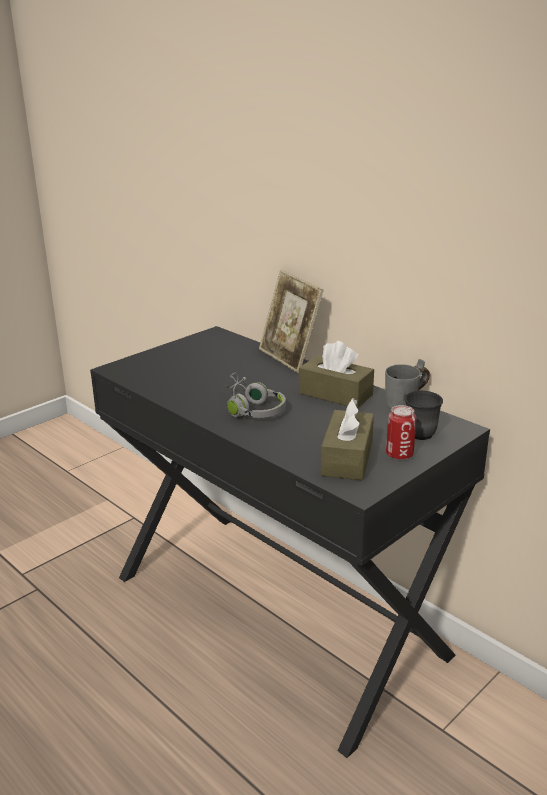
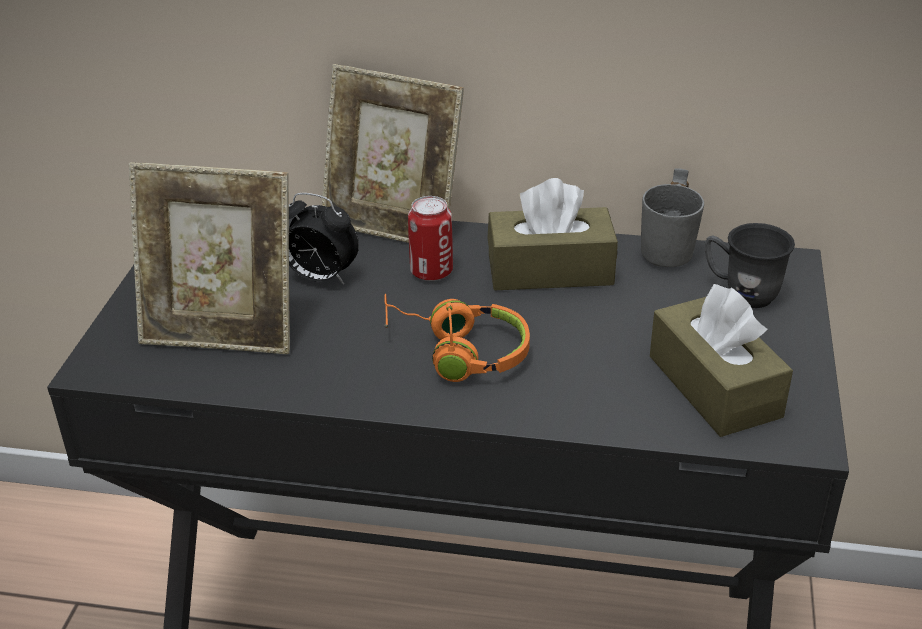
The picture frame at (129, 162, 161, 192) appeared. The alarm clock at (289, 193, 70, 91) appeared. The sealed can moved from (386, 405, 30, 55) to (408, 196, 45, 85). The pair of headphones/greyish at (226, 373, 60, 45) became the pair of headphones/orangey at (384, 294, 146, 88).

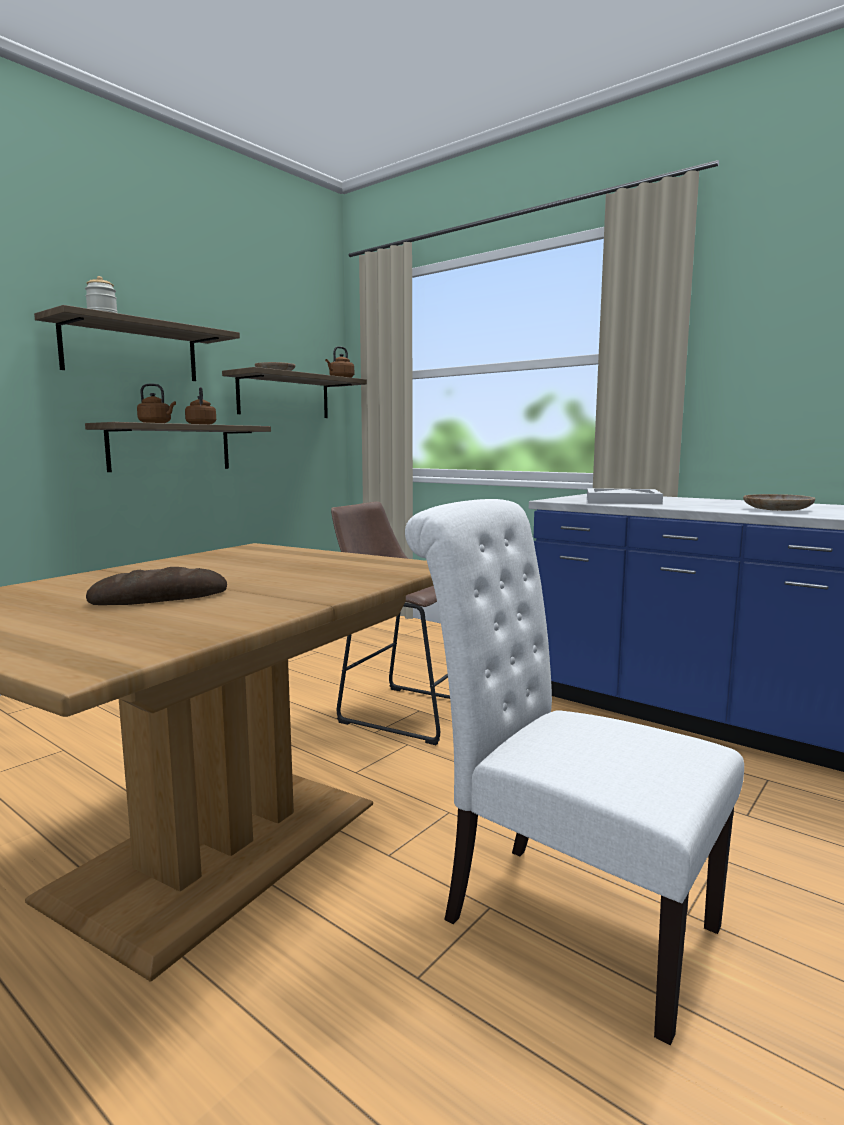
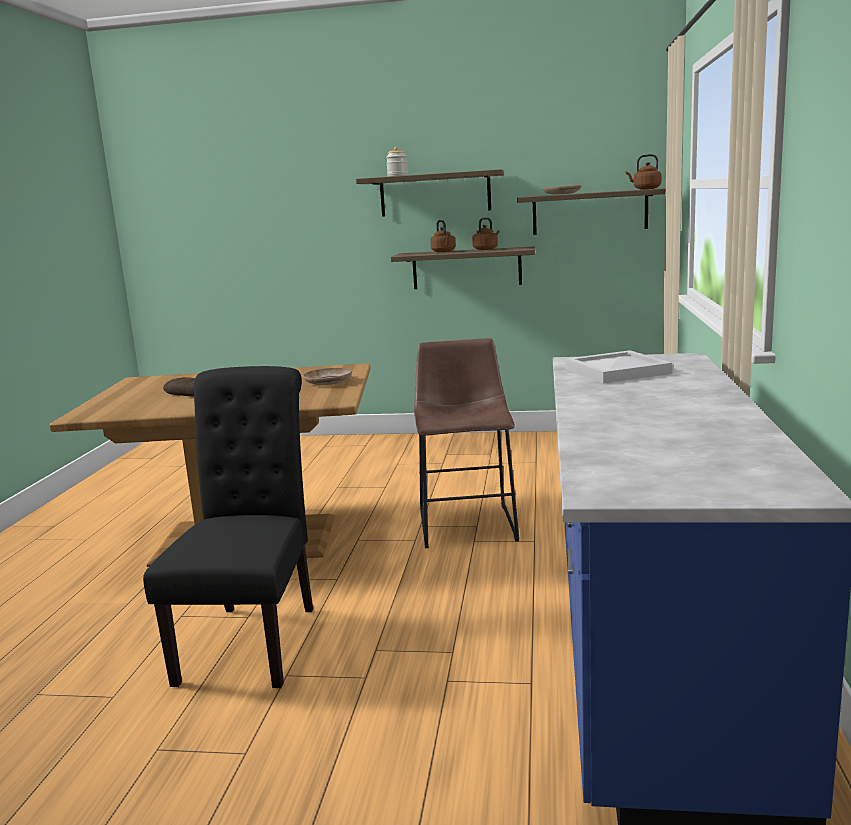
The plate/beige-coloured moved from (743, 494, 72, 17) to (303, 368, 49, 17). The upright chair/whitish at (405, 499, 339, 547) became the upright chair/blackish at (143, 366, 170, 322).

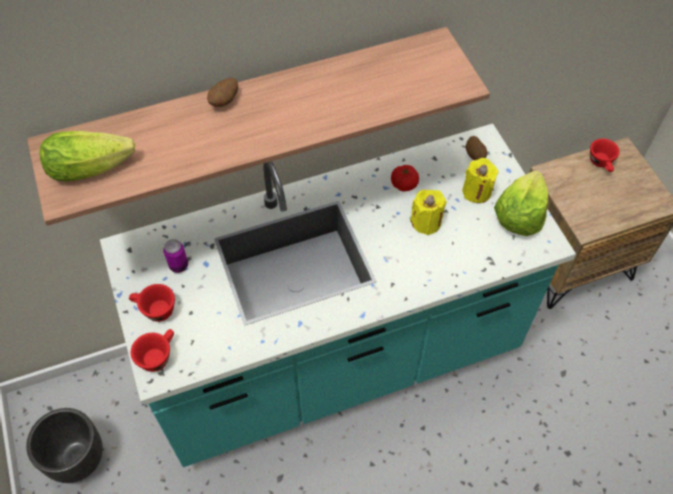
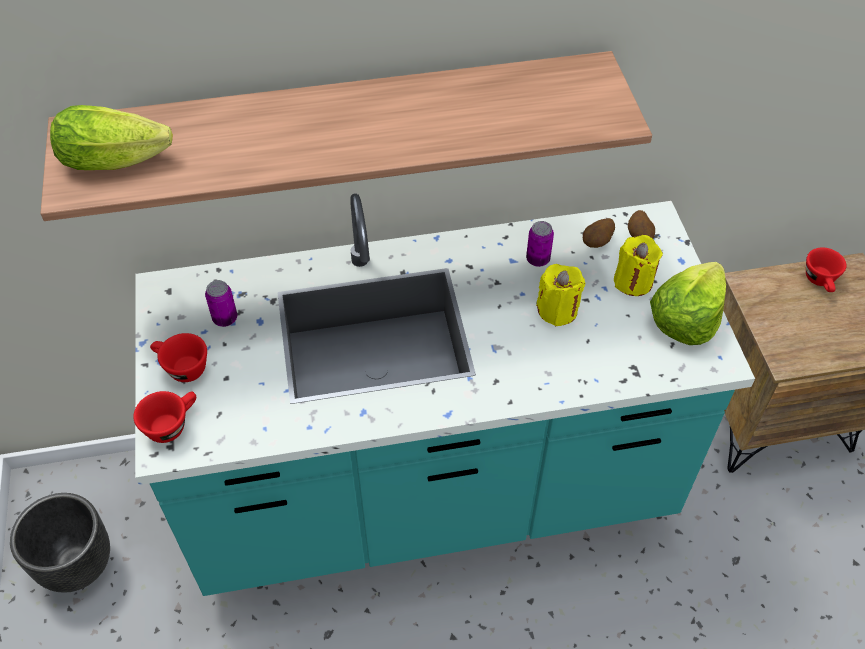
The potato moved from (207, 78, 31, 29) to (583, 218, 32, 30). The tomato at (391, 165, 28, 26) was replaced by the sealed can at (526, 221, 28, 46).

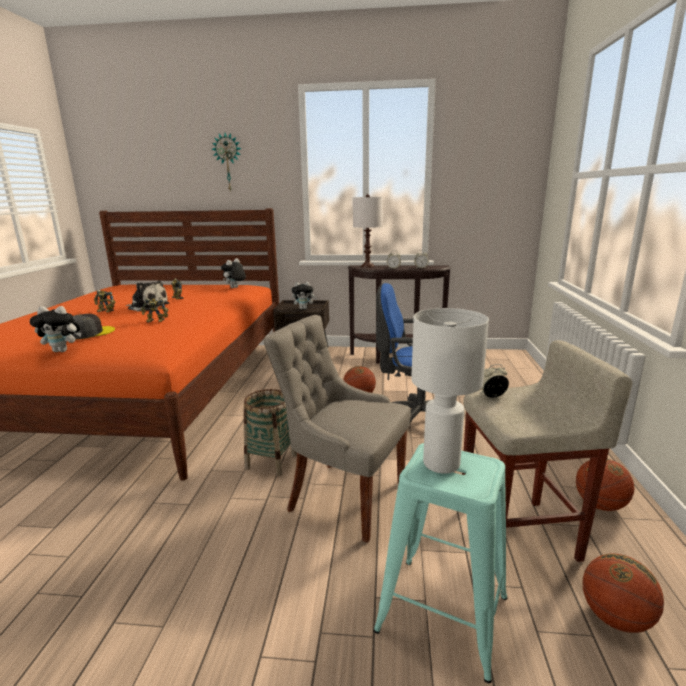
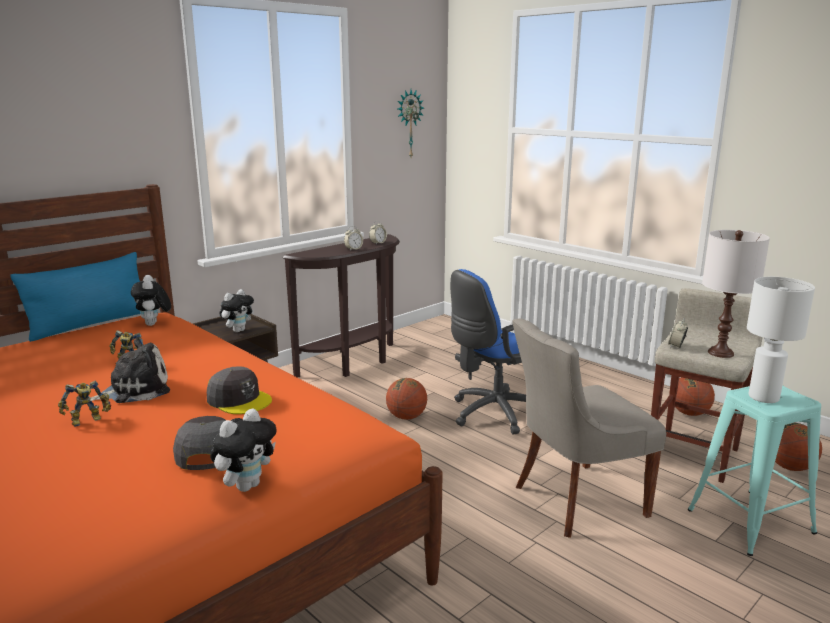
The basket at (244, 389, 53, 87) disappeared. The pillow/blue-coloured at (10, 252, 130, 90) appeared. The hanging clock moved from (211, 133, 31, 58) to (398, 90, 26, 67). The tabletop lamp/whitish moved from (353, 194, 30, 74) to (702, 230, 68, 128). The model robot at (141, 298, 27, 24) was replaced by the cap/greyish at (207, 367, 65, 47).

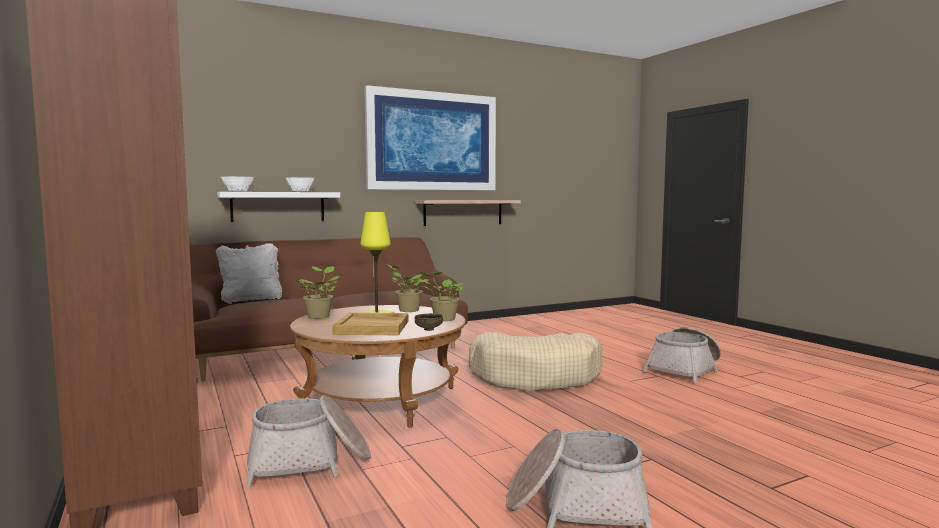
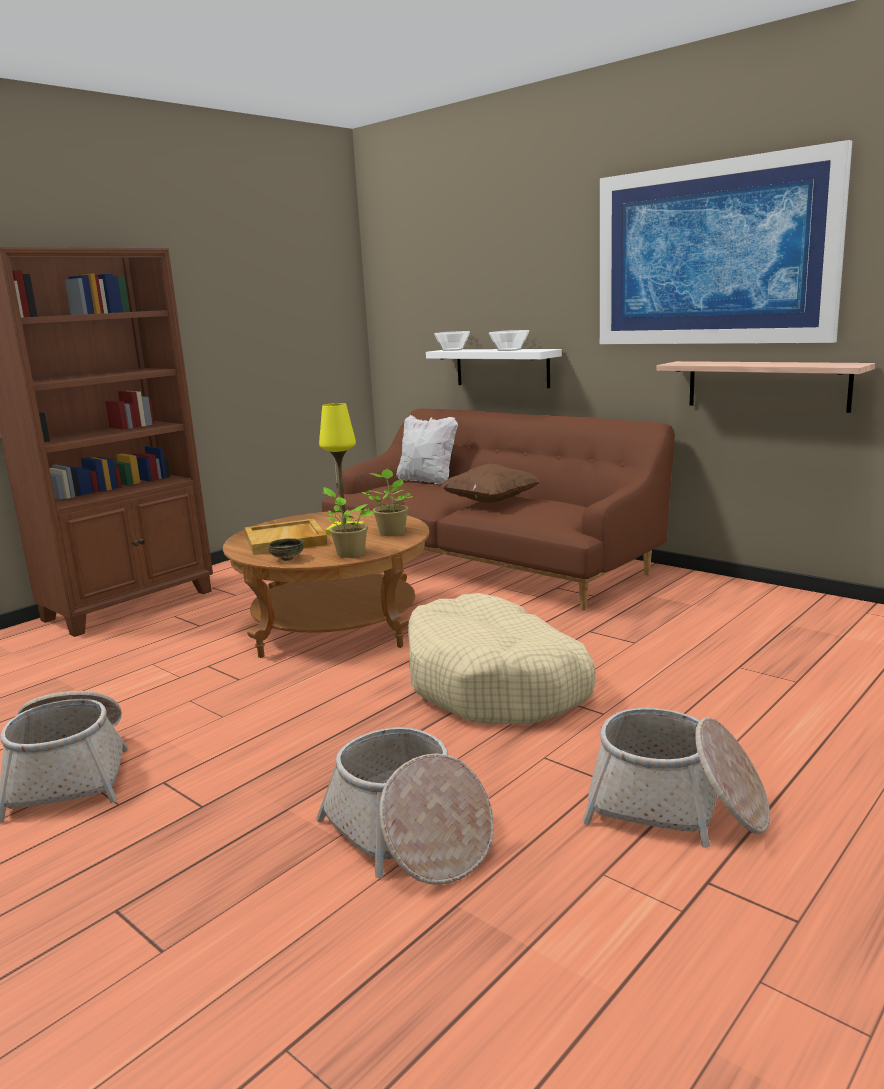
The plant in a pot at (296, 266, 44, 53) disappeared. The pillow/brown-coloured at (440, 464, 100, 39) appeared. The basket moved from (245, 395, 126, 93) to (316, 727, 178, 158).

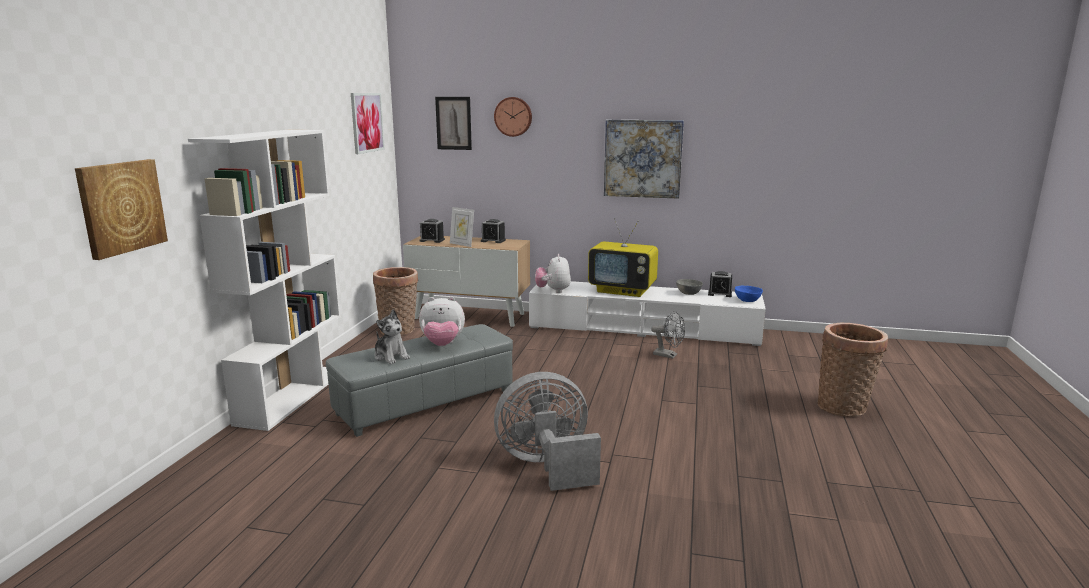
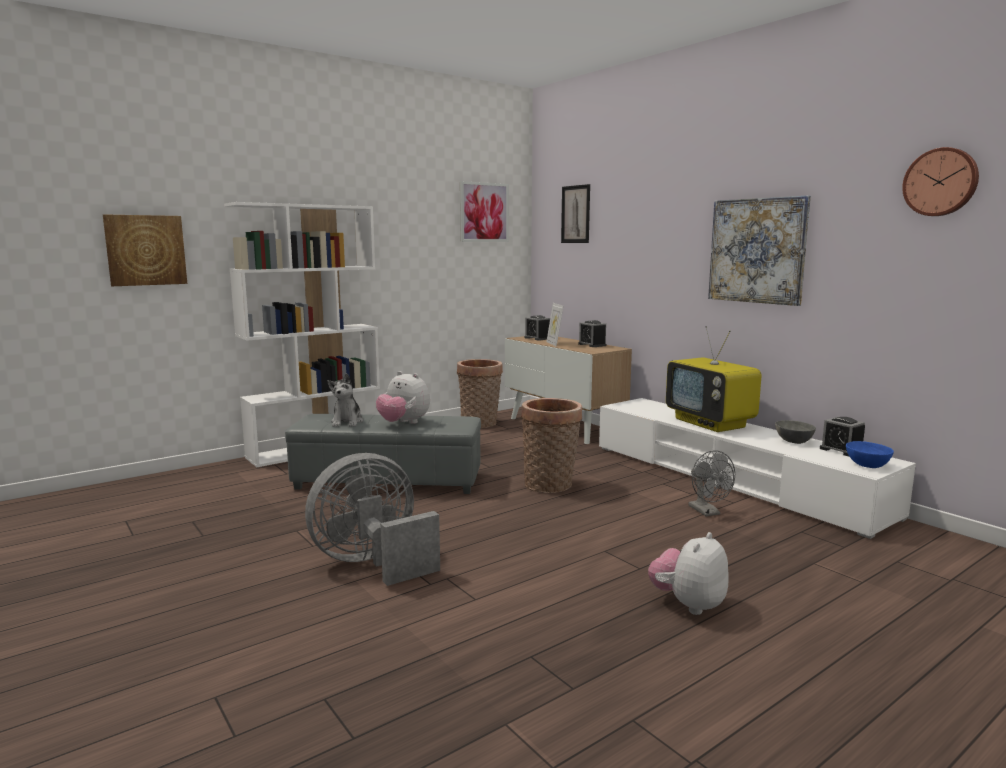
The hanging clock moved from (494, 97, 38, 40) to (902, 147, 77, 69). The plush toy moved from (535, 254, 36, 39) to (648, 532, 81, 83). The basket moved from (818, 323, 70, 94) to (521, 398, 61, 95). The fan/greyish at (494, 372, 107, 119) turned 60 degrees counterclockwise.

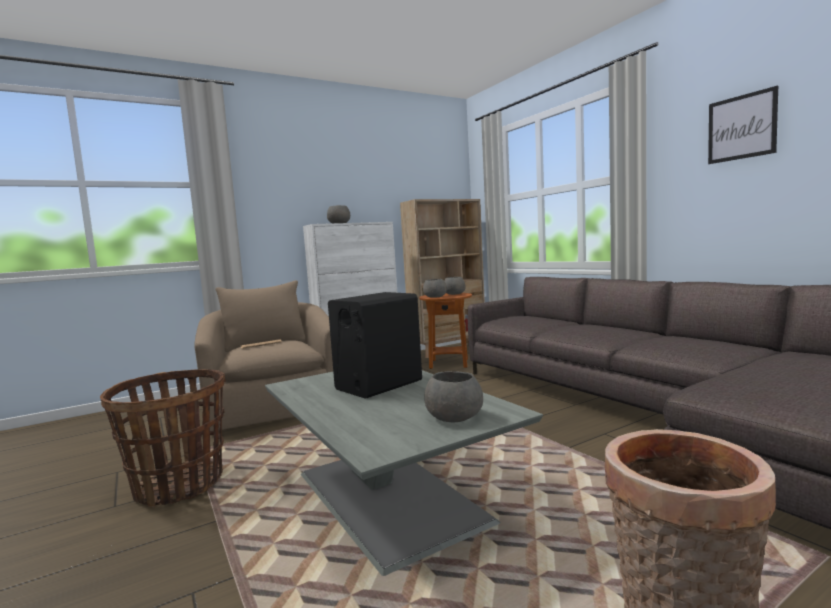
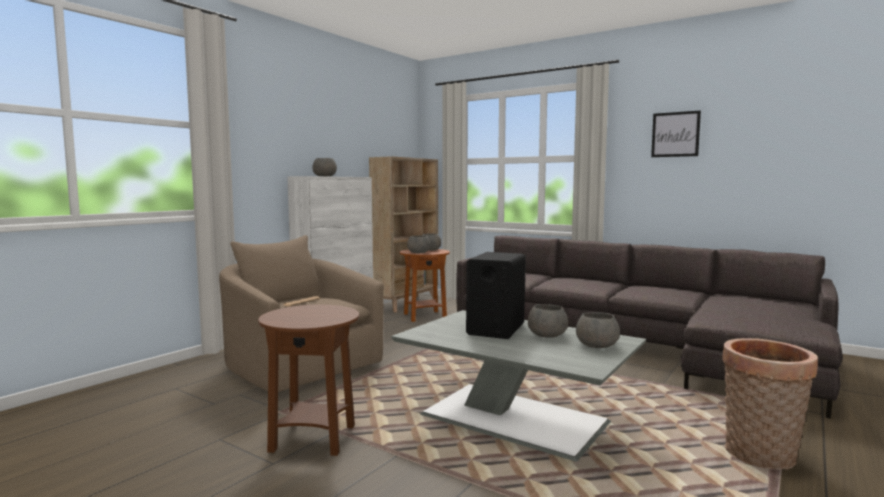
The deep dish/greyish at (528, 304, 40, 34) appeared. The basket at (100, 369, 126, 139) was replaced by the side table/brown-coloured at (258, 305, 101, 151).

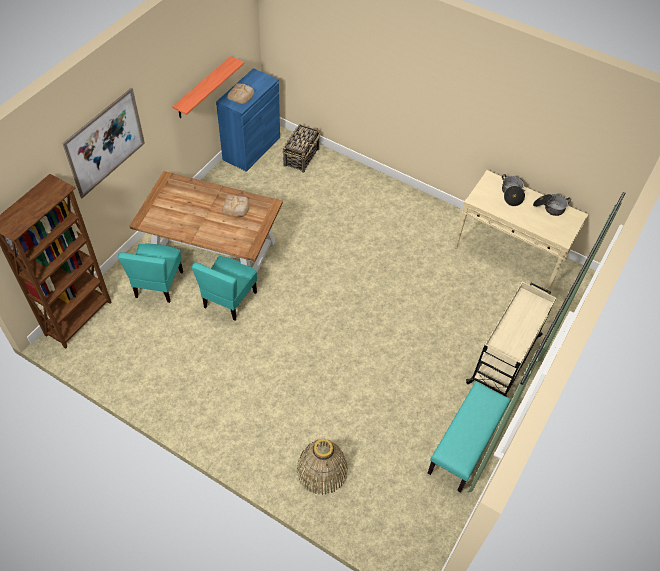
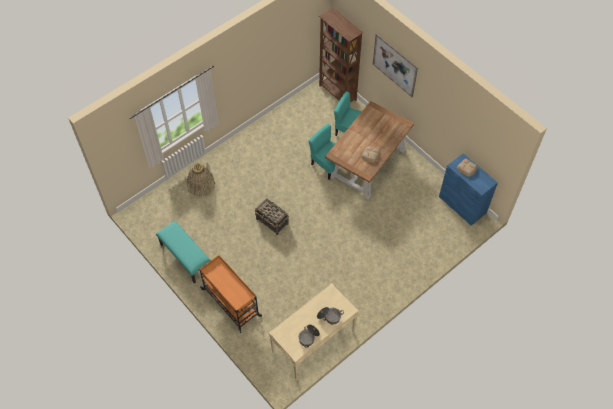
The shelf at (172, 56, 72, 62) disappeared. The basket moved from (282, 124, 38, 49) to (254, 199, 35, 36). The wheeled cart/beige-coloured at (466, 281, 90, 116) became the wheeled cart/orangey at (199, 255, 63, 78).

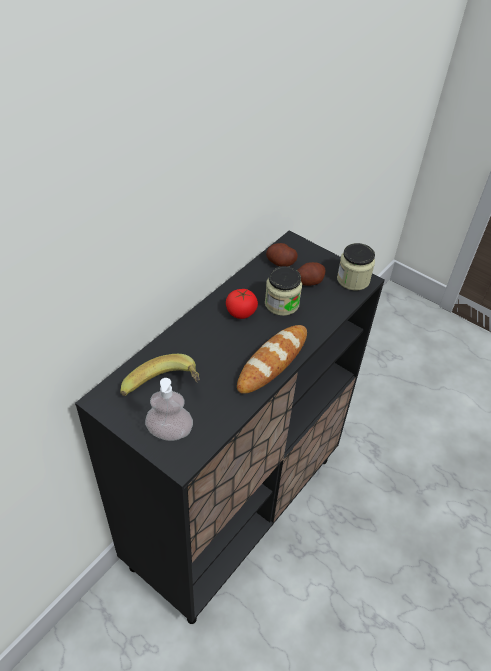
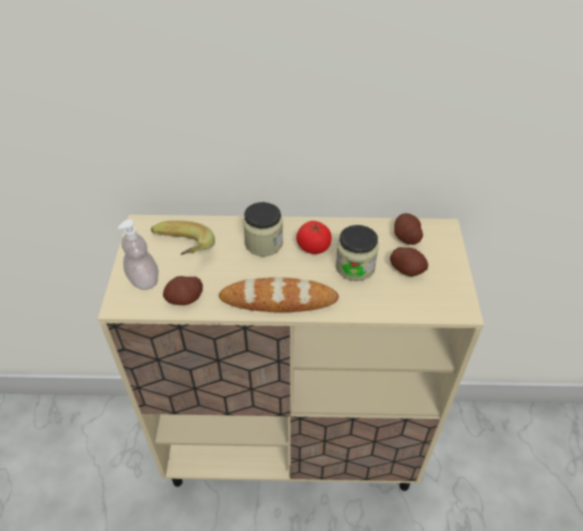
The potato at (163, 276, 40, 29) appeared. The storage jar moved from (337, 243, 38, 48) to (243, 202, 40, 54). The storage cabinet/blackish at (75, 230, 309, 394) became the storage cabinet/beige-coloured at (98, 215, 386, 276).

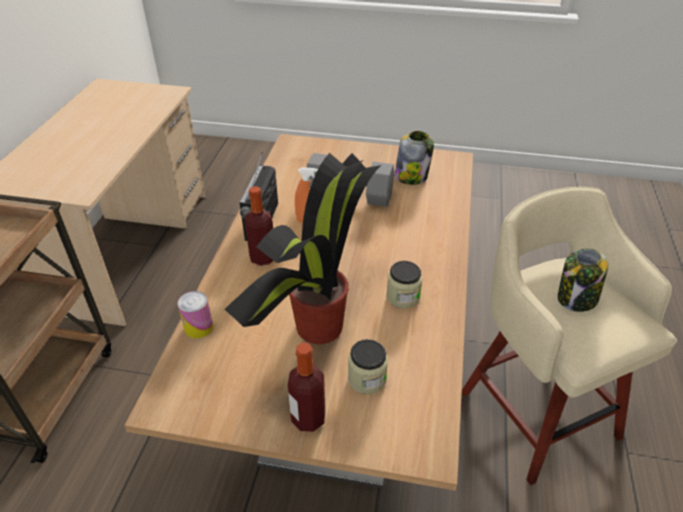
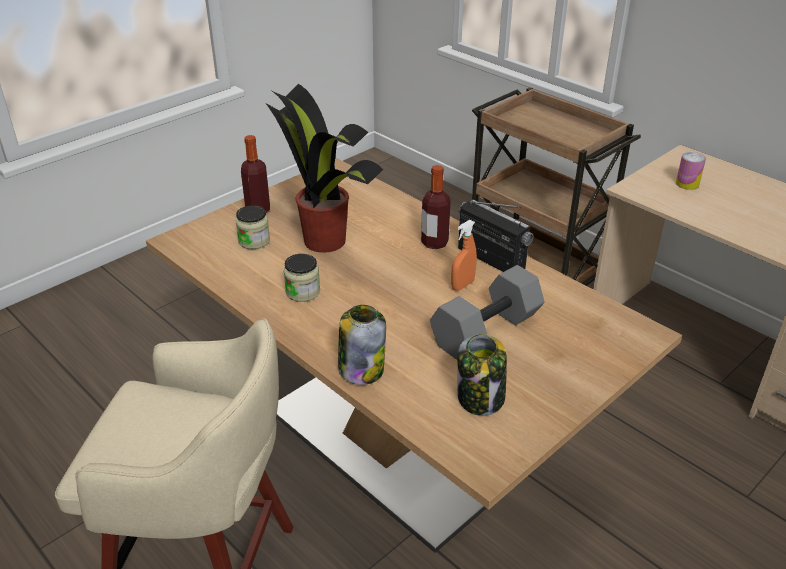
The sealed can moved from (178, 291, 35, 48) to (676, 152, 30, 38). The storage jar moved from (558, 248, 50, 64) to (338, 305, 48, 80).

